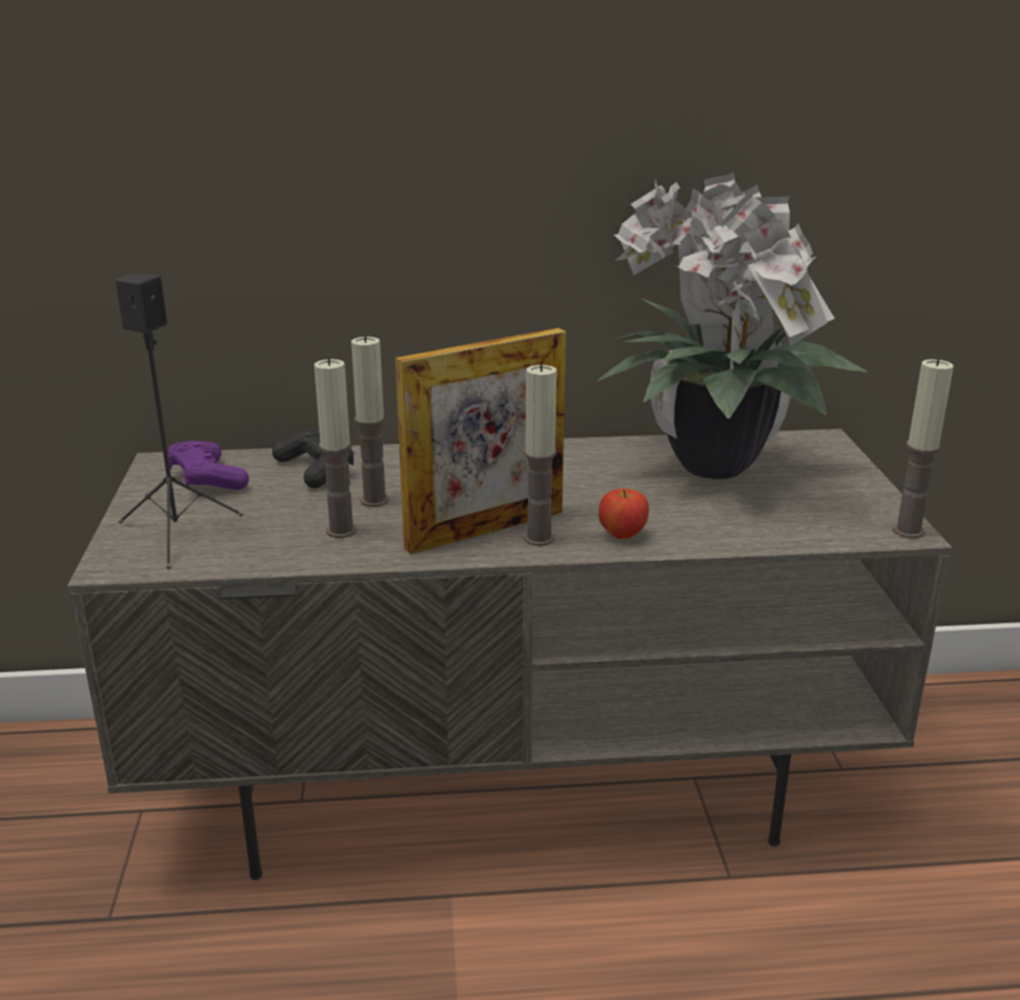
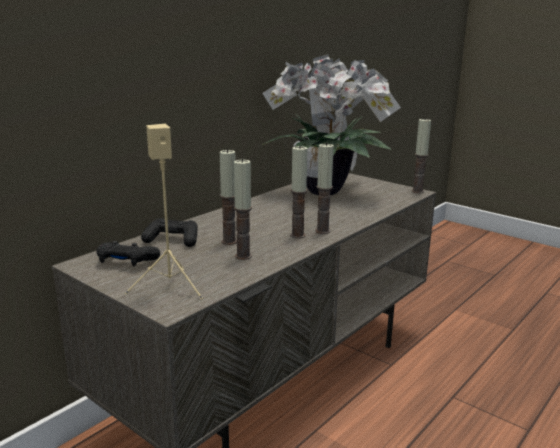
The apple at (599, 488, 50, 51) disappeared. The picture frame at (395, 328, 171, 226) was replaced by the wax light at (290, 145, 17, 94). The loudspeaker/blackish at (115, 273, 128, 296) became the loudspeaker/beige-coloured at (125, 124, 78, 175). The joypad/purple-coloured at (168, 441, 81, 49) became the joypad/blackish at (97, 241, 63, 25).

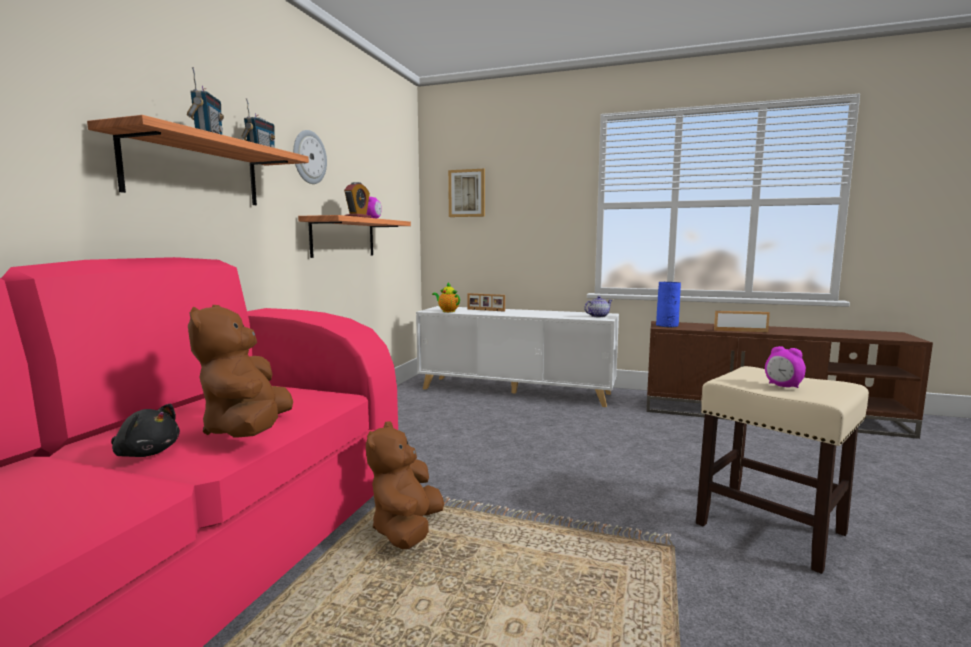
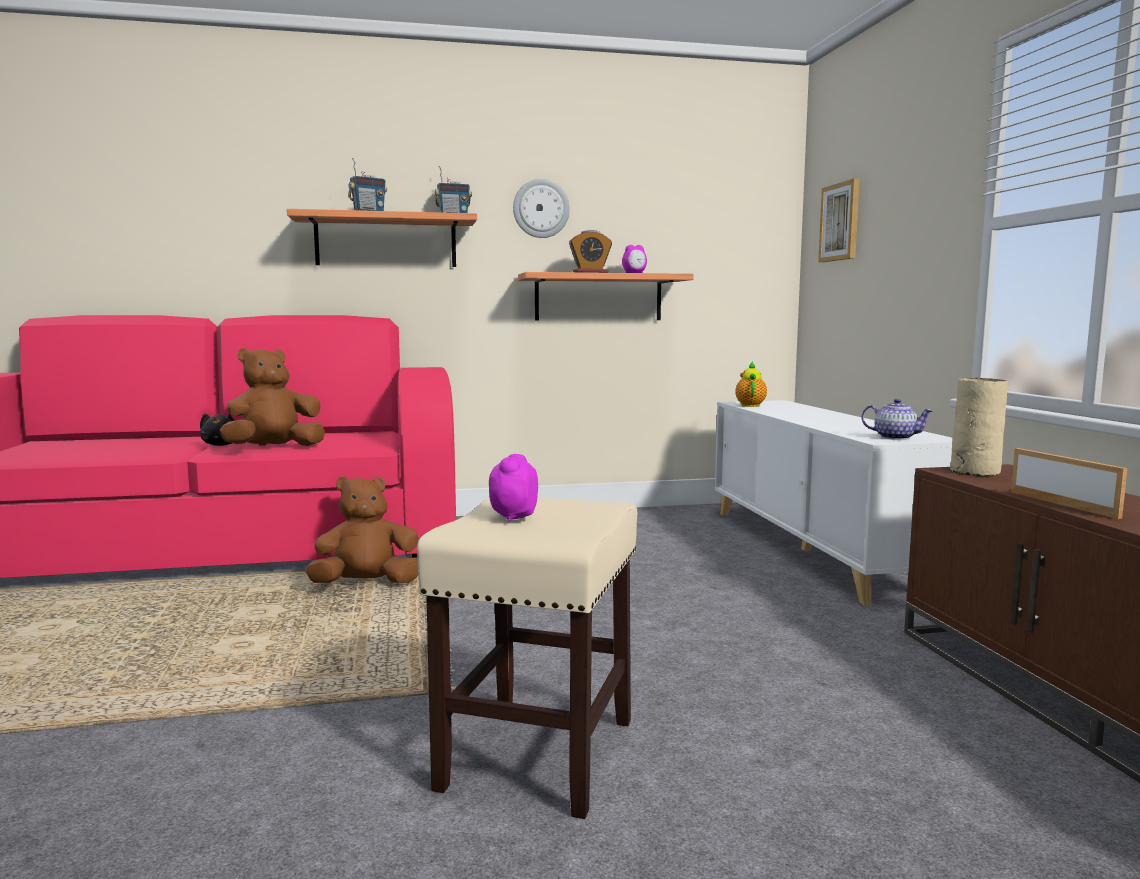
The picture frame at (467, 293, 38, 19) disappeared. The flower vase/blue-coloured at (656, 282, 25, 45) became the flower vase/beige-coloured at (950, 378, 58, 98).

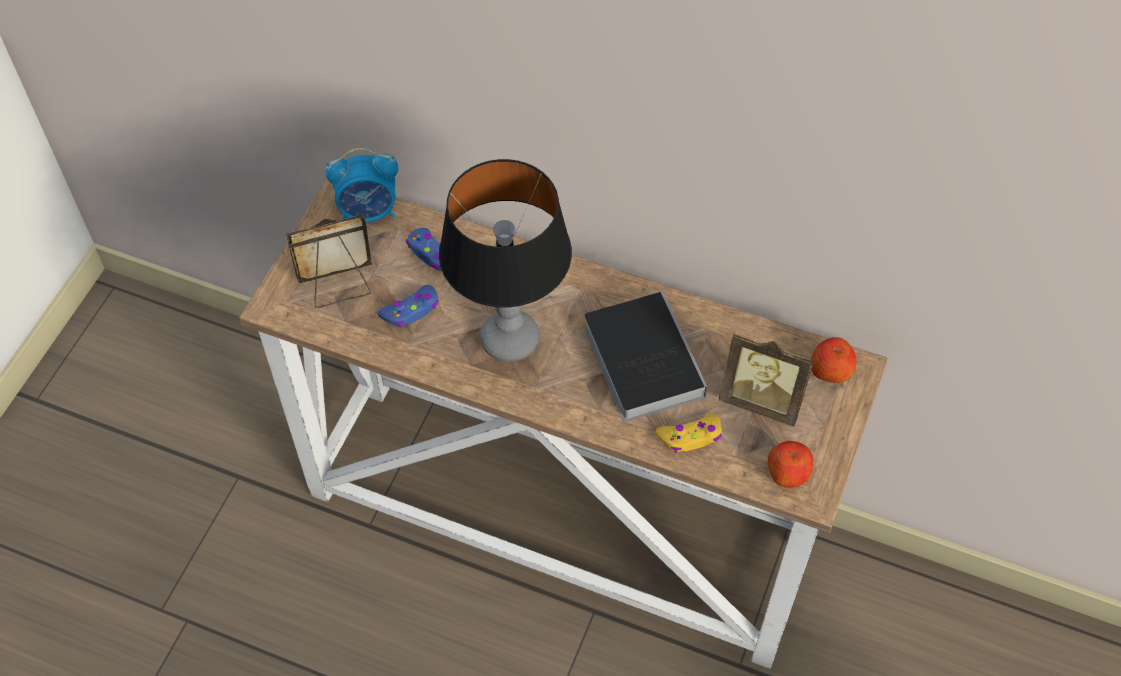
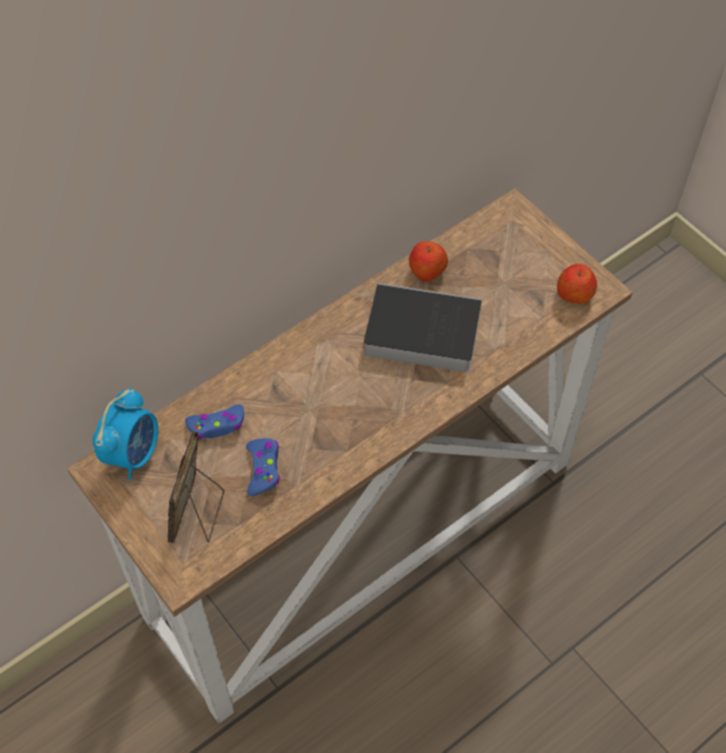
The tabletop lamp at (439, 159, 133, 203) disappeared. The joypad/yellow-coloured at (656, 413, 66, 40) disappeared. The picture frame at (718, 332, 96, 95) disappeared. The apple moved from (811, 337, 46, 46) to (409, 241, 39, 41).

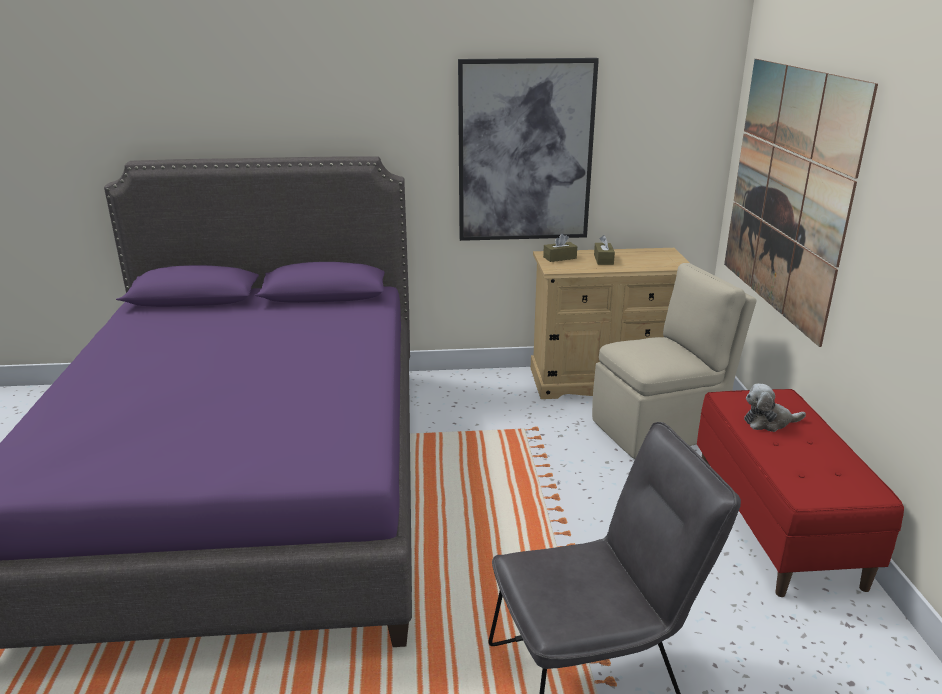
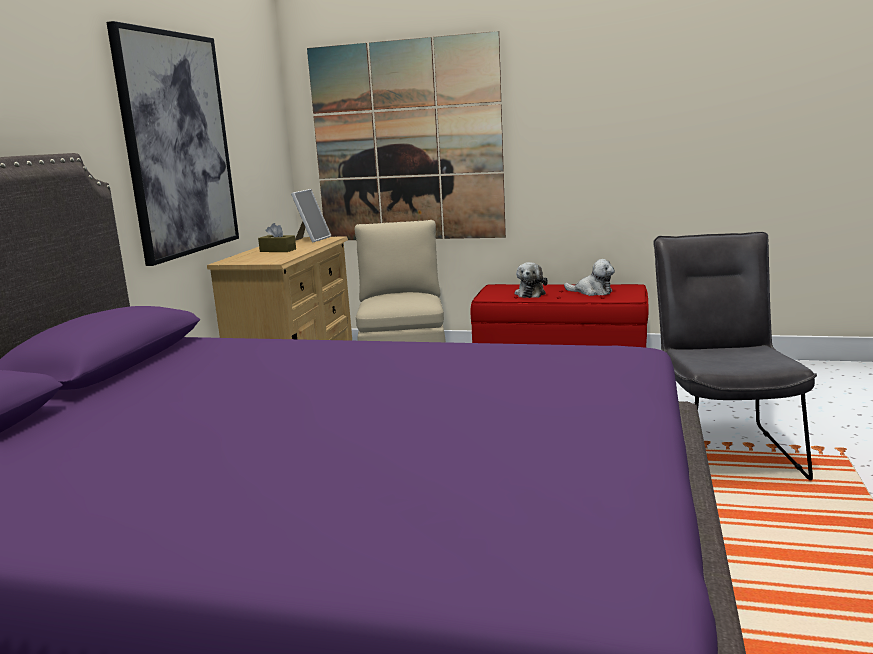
The tissue holder/brown-coloured at (543, 234, 34, 28) disappeared. The picture frame at (291, 189, 40, 53) appeared. The plush toy at (564, 259, 51, 37) appeared.

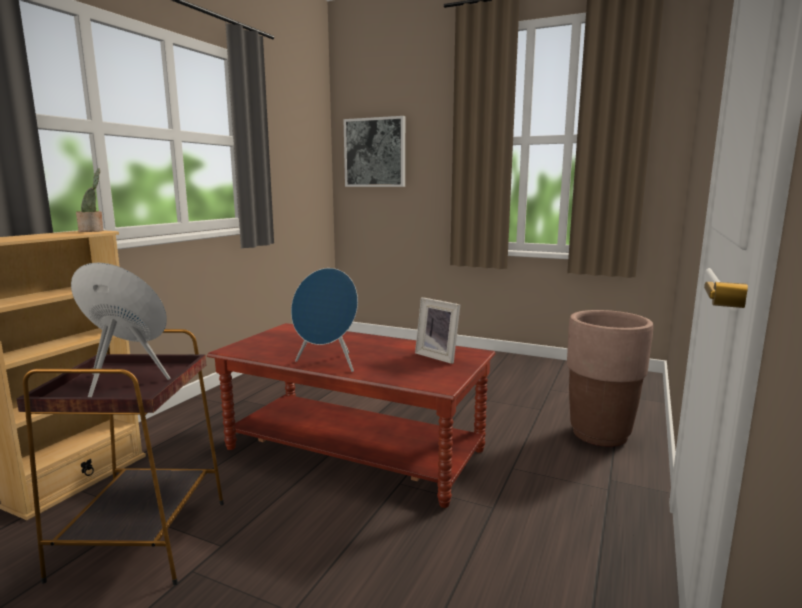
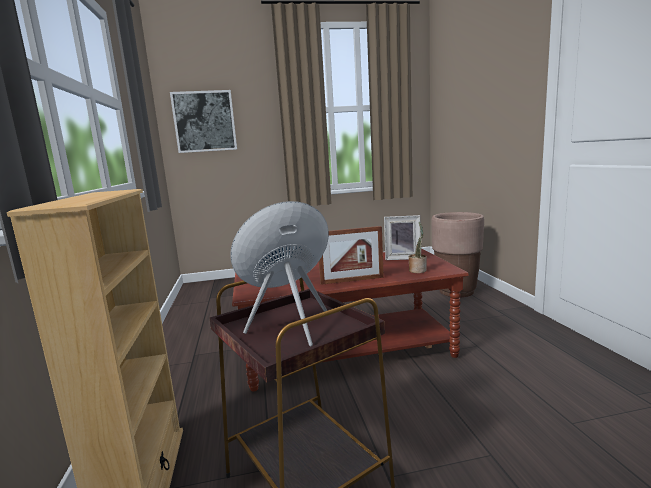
The plant in a pot moved from (76, 168, 28, 64) to (409, 222, 18, 51). The loudspeaker/blue-coloured at (291, 268, 67, 104) was replaced by the picture frame at (319, 226, 65, 59).

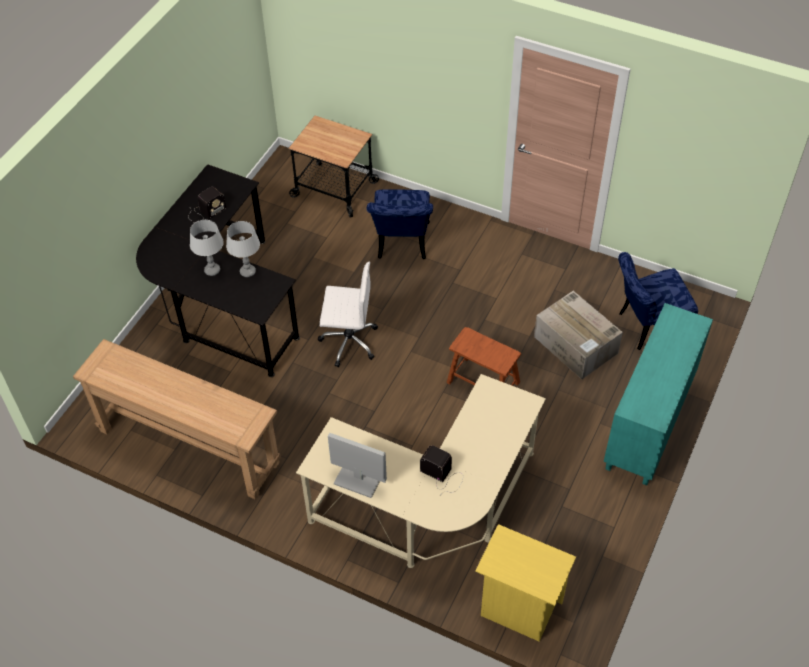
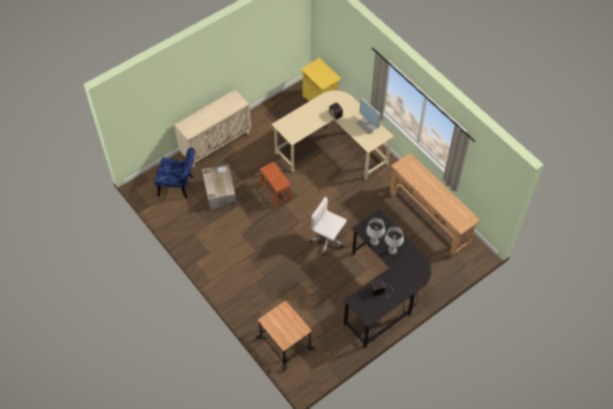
The upright chair/blue-coloured at (367, 189, 66, 70) disappeared. The storage cabinet/turquoise at (604, 303, 109, 182) became the storage cabinet/beige-coloured at (174, 90, 77, 78).

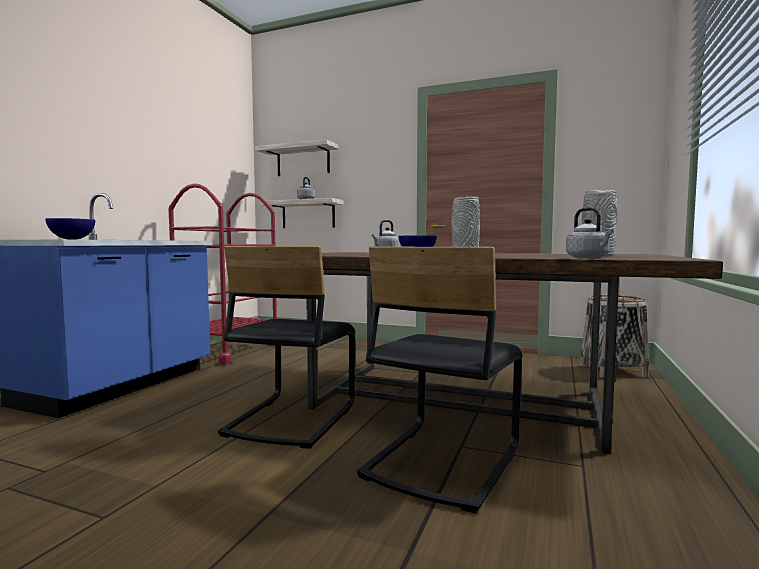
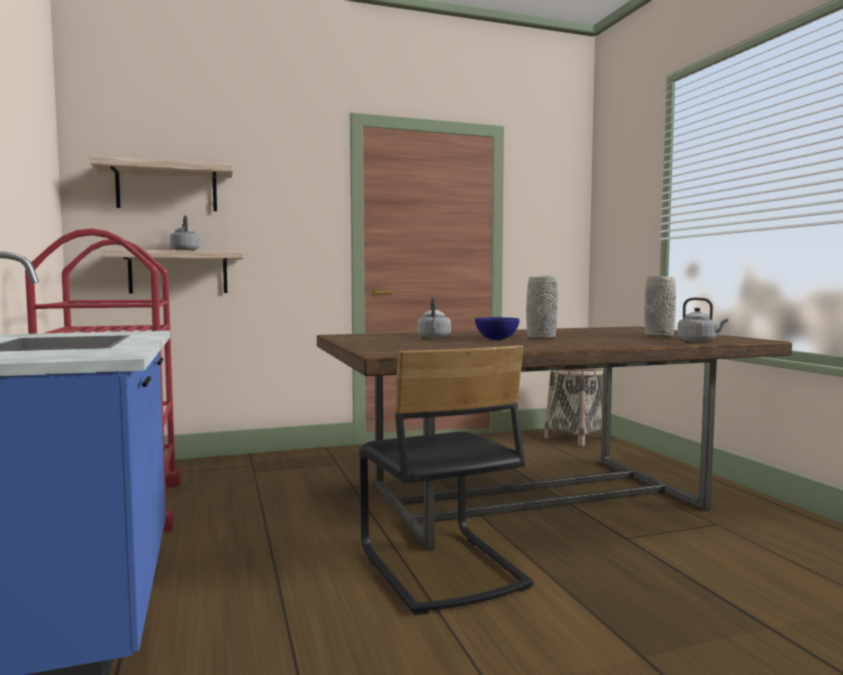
The deep dish/blue-coloured at (45, 218, 50, 21) disappeared. The upright chair/blackish at (357, 246, 166, 267) disappeared.

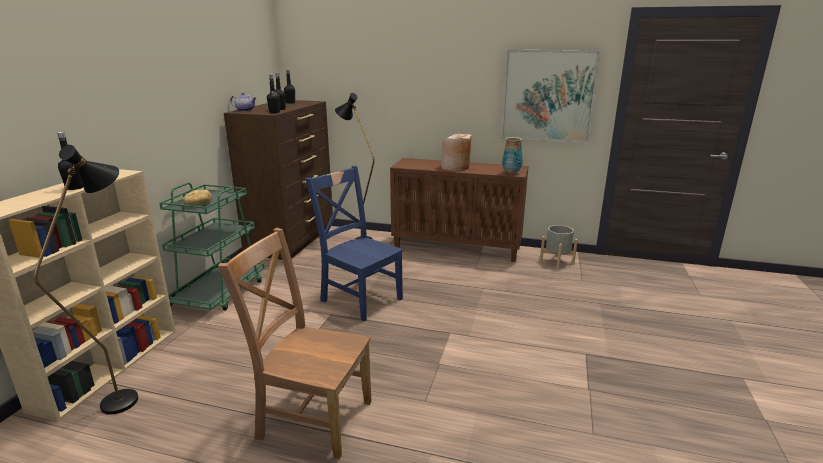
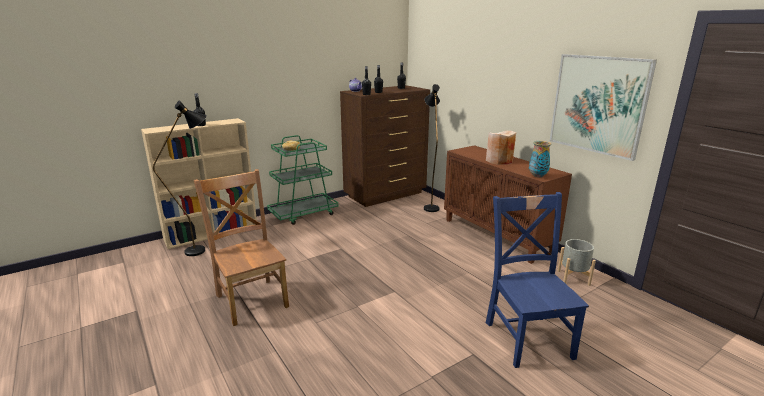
The upright chair/blue-coloured moved from (305, 165, 99, 157) to (486, 192, 103, 176).

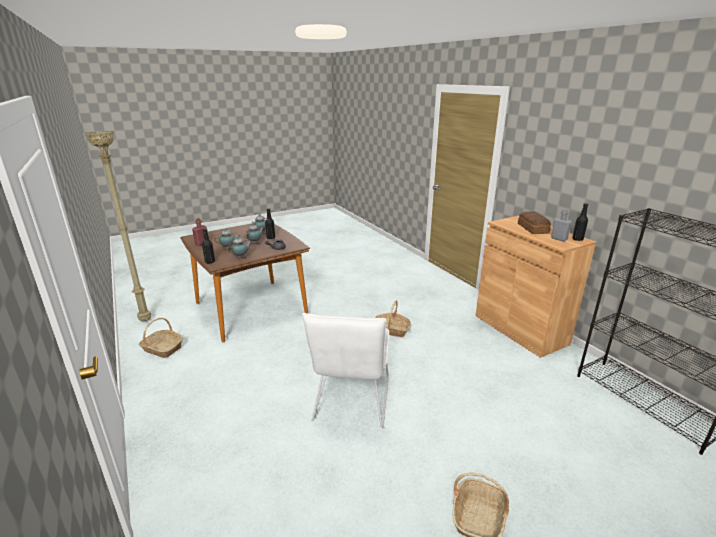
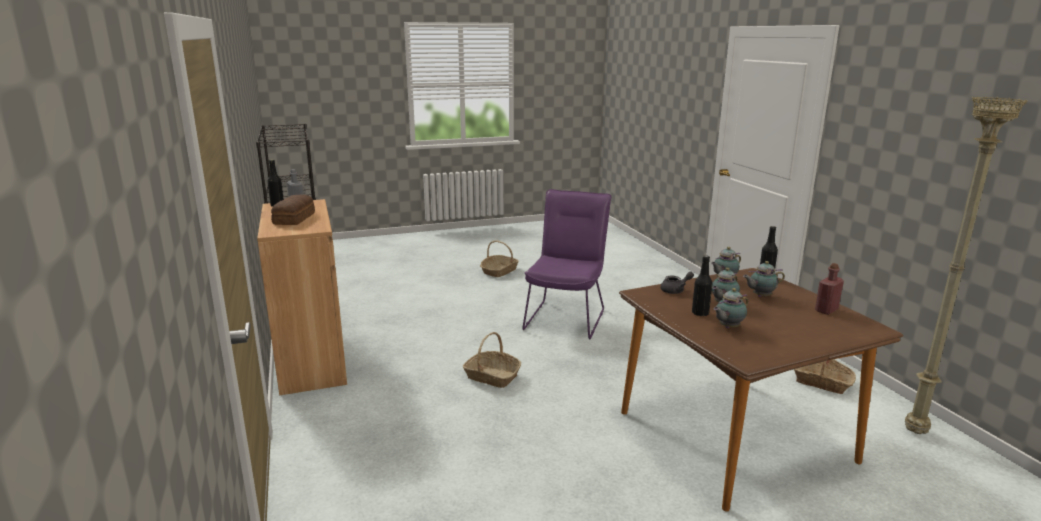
The upright chair/whitish at (302, 313, 87, 115) became the upright chair/purple-coloured at (522, 189, 89, 150).

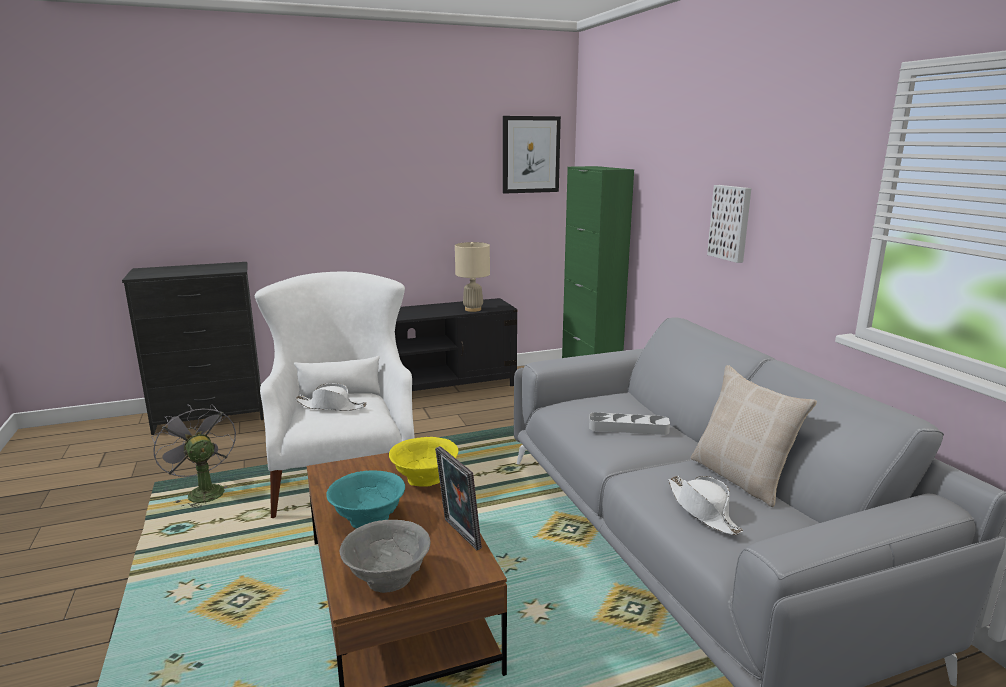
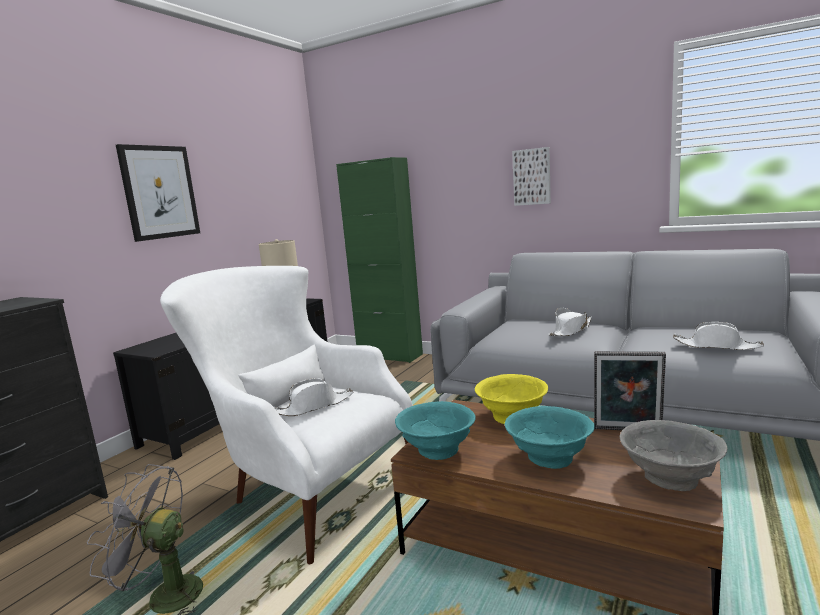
The pillow/beige-coloured at (690, 365, 127, 142) disappeared. The deep dish/turquoise at (395, 401, 81, 59) appeared. The wall art moved from (503, 116, 58, 78) to (116, 144, 84, 98). The tray/greyish at (589, 412, 81, 23) was replaced by the clothing hat/whitish at (549, 308, 43, 29).

